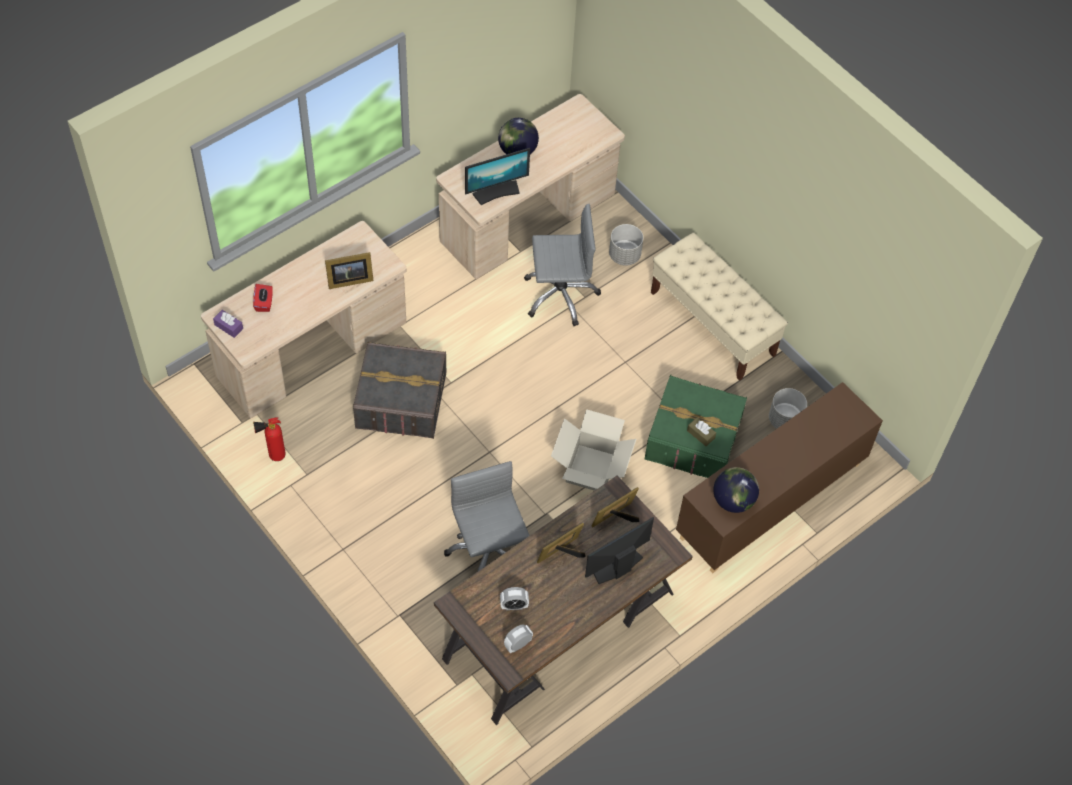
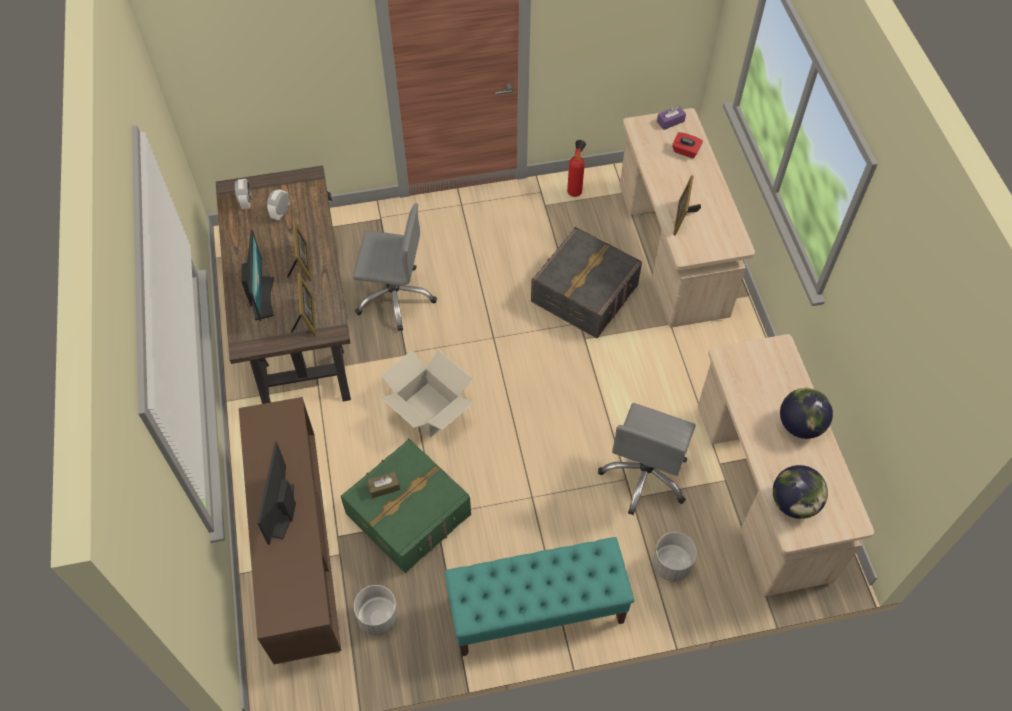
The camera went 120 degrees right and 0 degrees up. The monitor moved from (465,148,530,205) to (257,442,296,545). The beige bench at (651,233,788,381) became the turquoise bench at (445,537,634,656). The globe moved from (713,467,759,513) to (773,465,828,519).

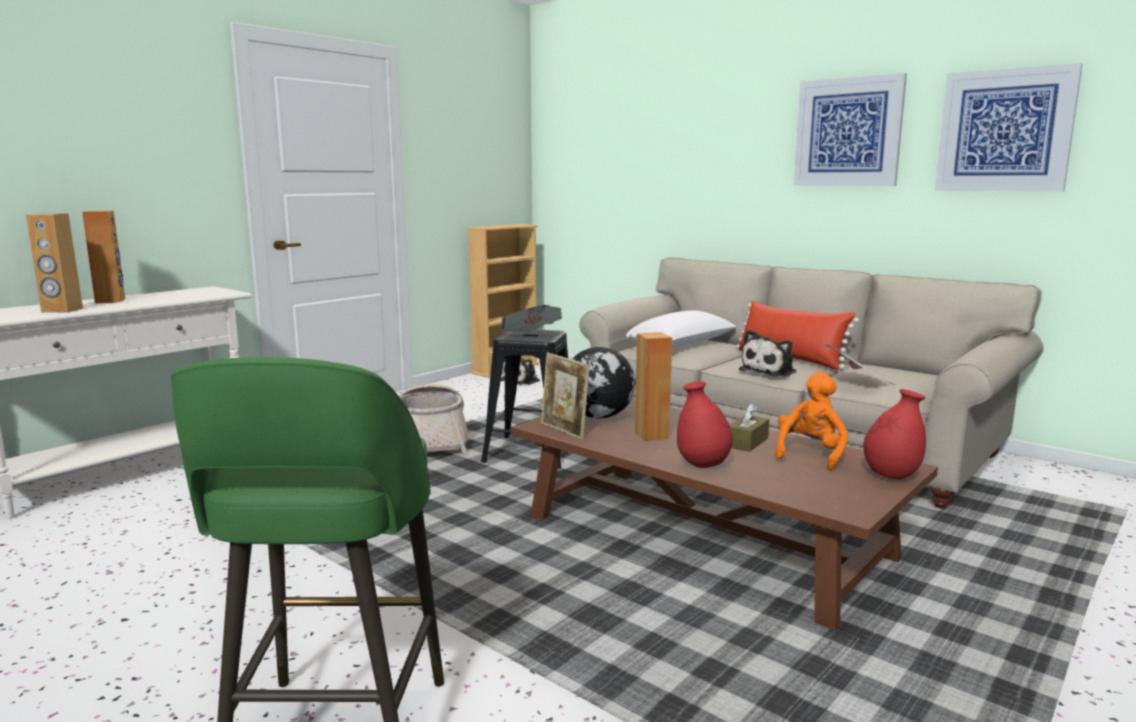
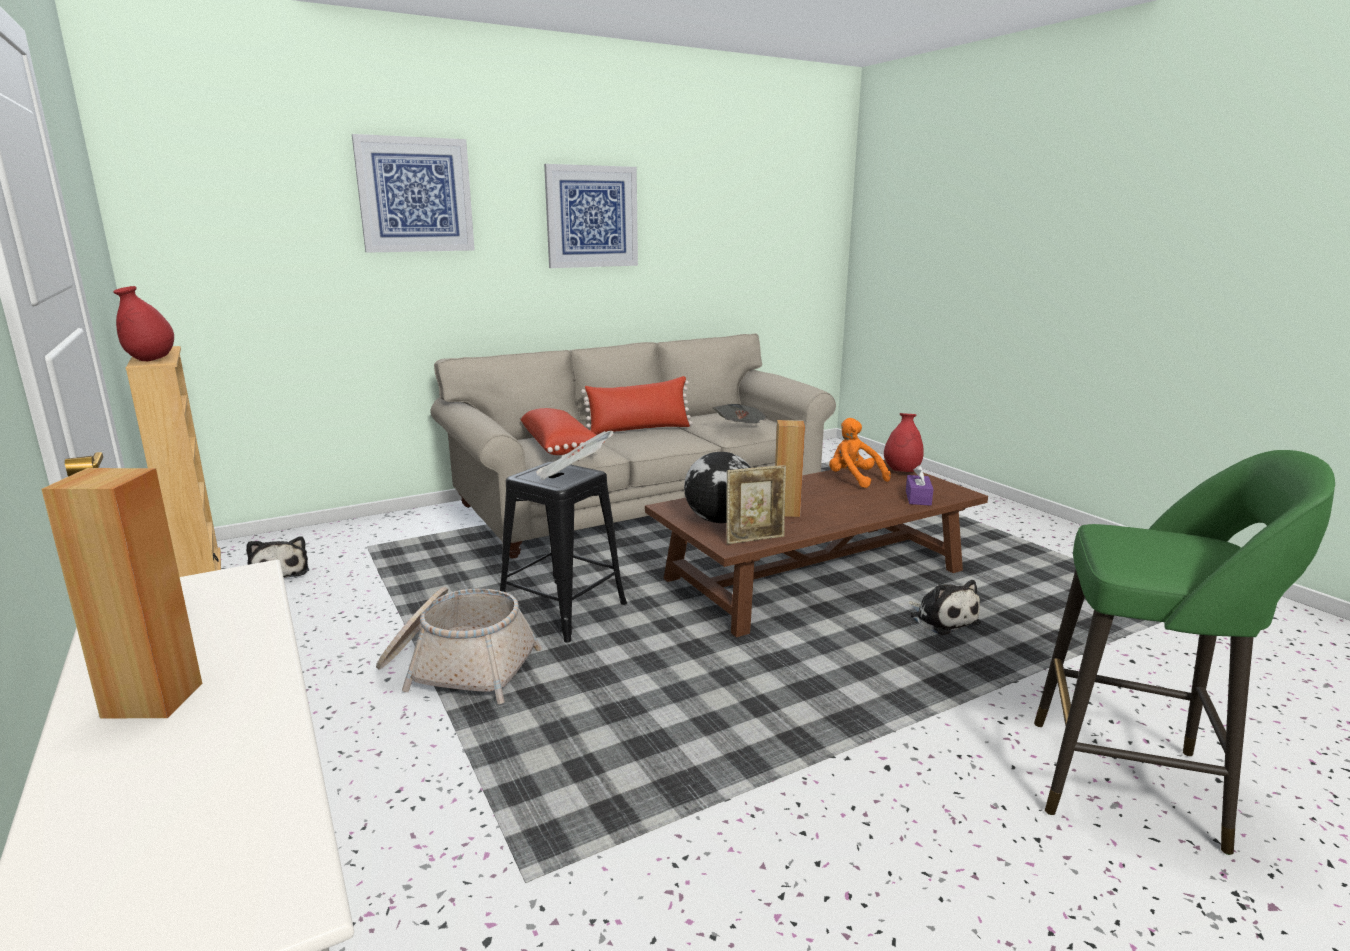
The camera went 70 degrees left and 5 degrees up. The brown speaker at (26,213,83,313) disappeared. The white pillow at (626,311,736,348) became the red pillow at (520,408,604,455). The red vase moved from (677,381,733,468) to (113,286,174,361). The brown tissue box at (730,403,769,452) disappeared. The plush toy moved from (739,330,796,377) to (909,580,981,635). The picture moved from (935,63,1083,192) to (352,134,475,253). The purple tissue box at (906,465,933,506) appeared.

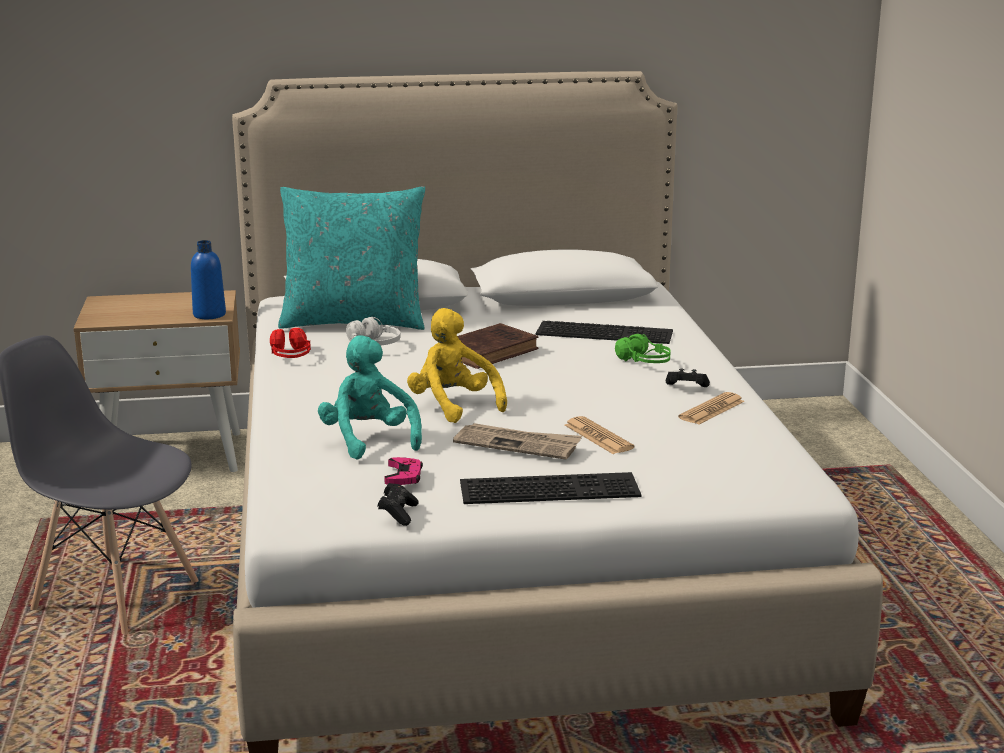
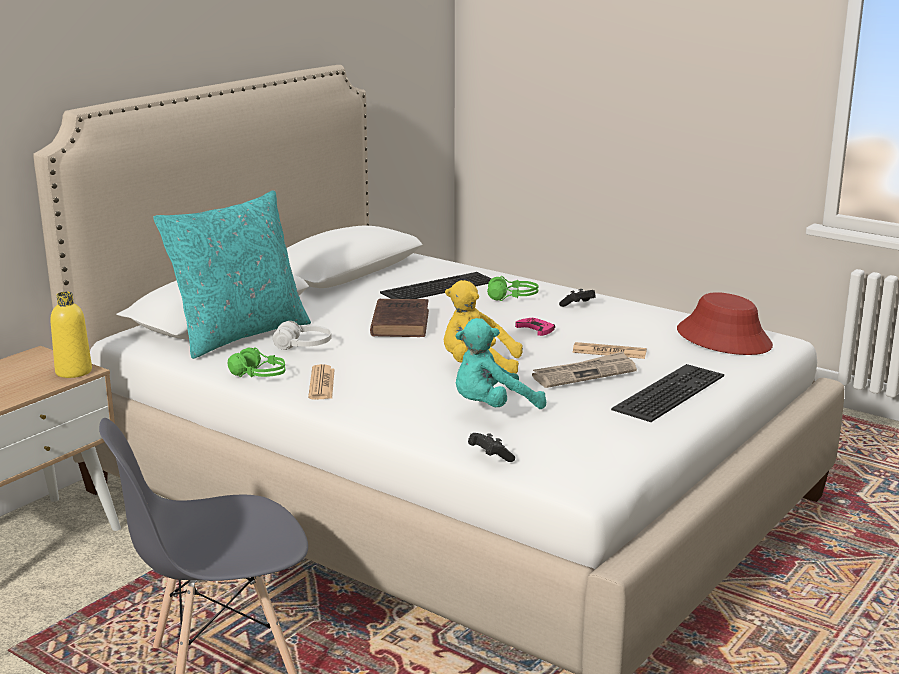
The camera went 45 degrees left and 0 degrees up. The blue bottle at (191,240,226,319) became the yellow bottle at (51,292,92,378). The red headphones at (270,328,311,358) became the green headphones at (228,347,285,377). The turquoise plush toy at (318,335,422,460) turned 45 degrees counterclockwise. The black game controller moved from (378,483,419,526) to (468,433,515,462). The pink game controller moved from (384,457,423,485) to (515,318,555,336). The newspaper moved from (678,392,745,425) to (308,364,335,400). The red hat at (677,292,773,355) appeared.

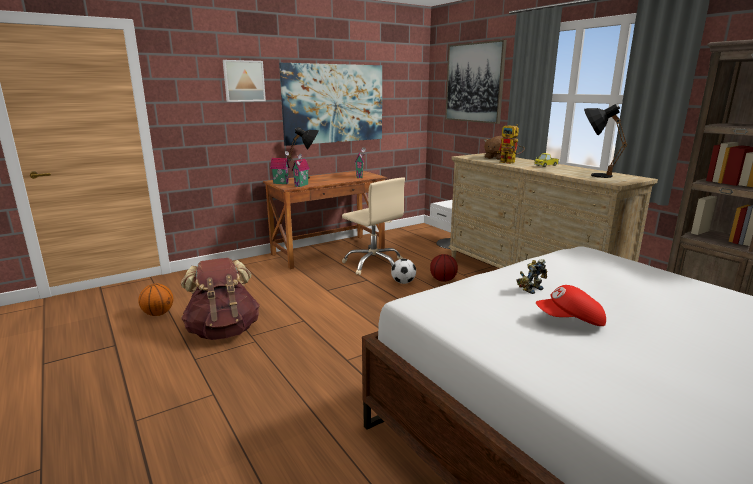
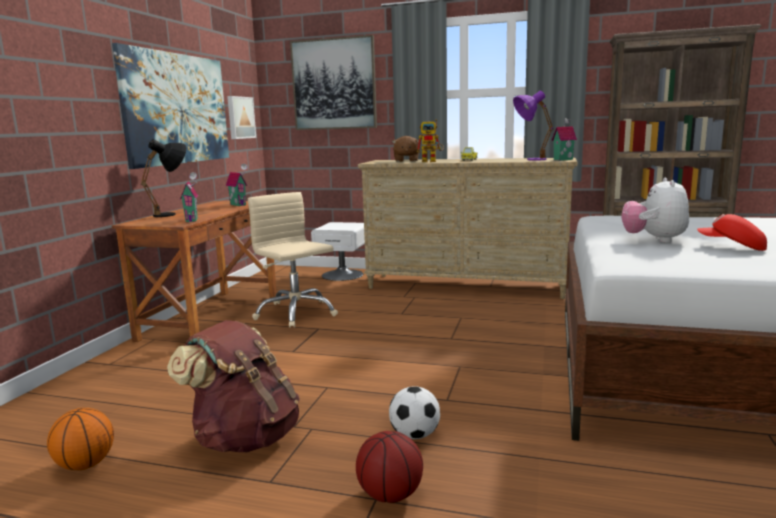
The camera went 40 degrees left and 5 degrees down. The picture moved from (223,60,266,102) to (227,96,256,139). The toy house moved from (270,151,290,184) to (551,118,577,161). The beige office chair at (342,177,405,275) turned 135 degrees counterclockwise. The football moved from (391,259,416,284) to (389,386,440,439). The basketball moved from (430,254,458,282) to (356,431,423,503). The toy robot at (516,259,547,294) was replaced by the plush toy at (621,178,689,243). The red cap at (536,285,606,326) turned 75 degrees clockwise. The black table lamp at (584,104,627,178) became the purple table lamp at (513,91,554,161).

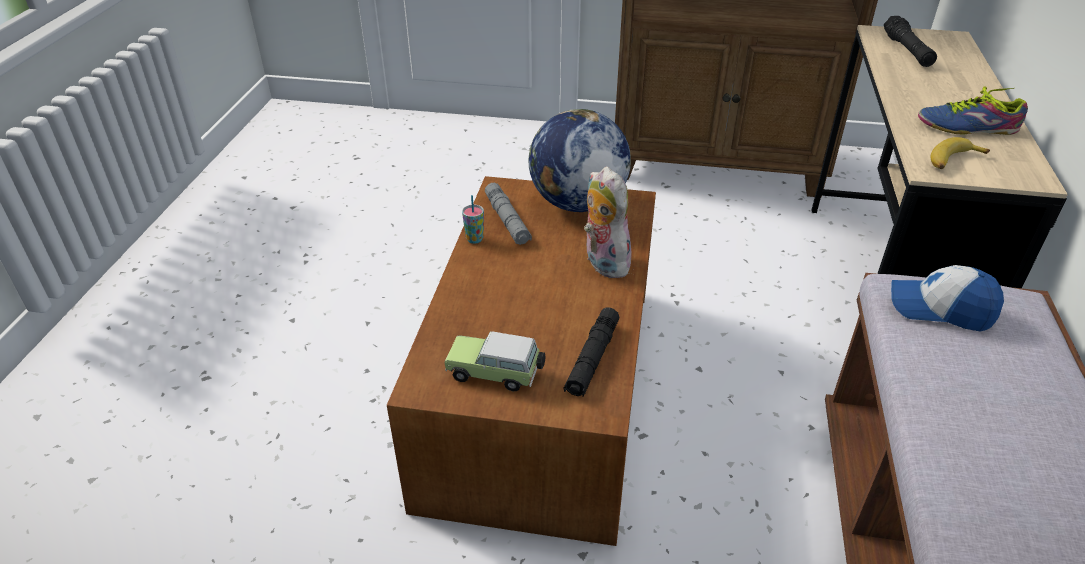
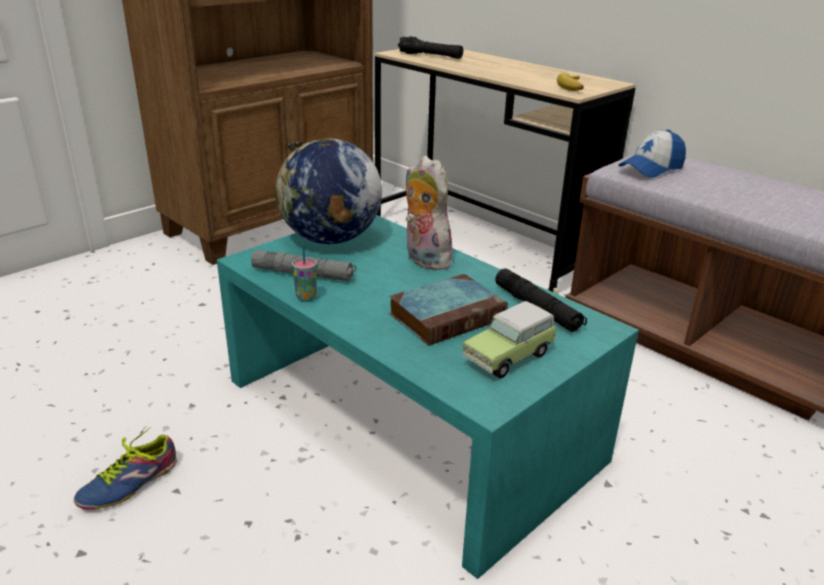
The camera went 55 degrees left and 10 degrees down. The brown coffee table at (387,176,656,546) became the turquoise coffee table at (217,215,639,579). The plush toy at (584,166,634,278) turned 45 degrees clockwise. The shoe moved from (918,86,1028,135) to (74,427,177,510). The book at (389,274,508,346) appeared.

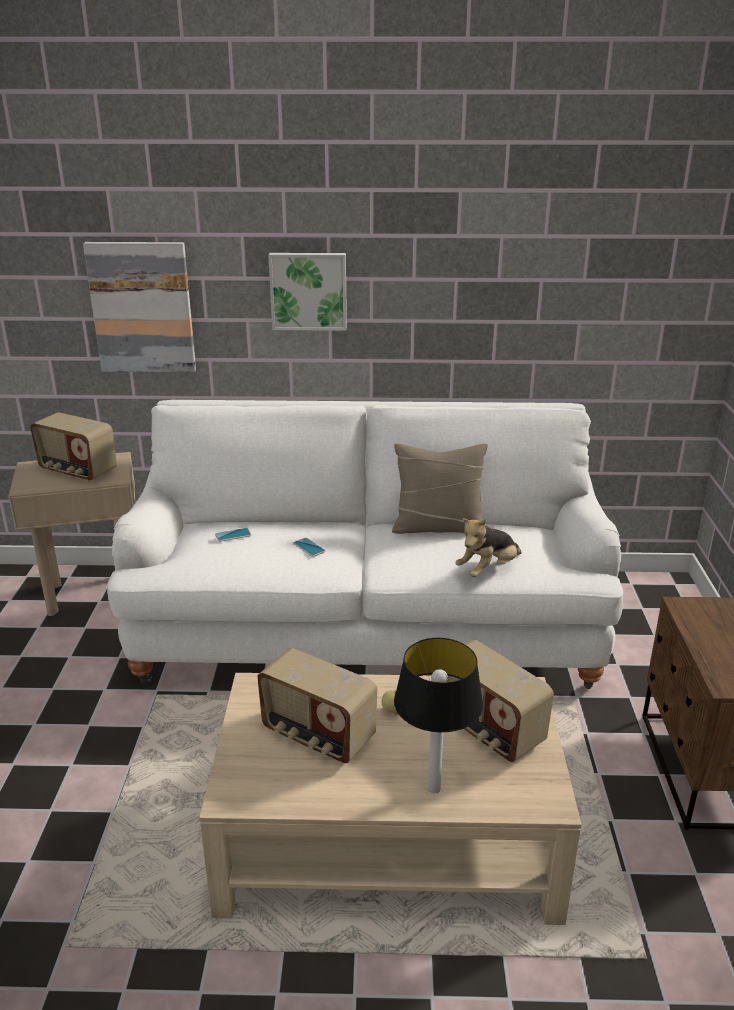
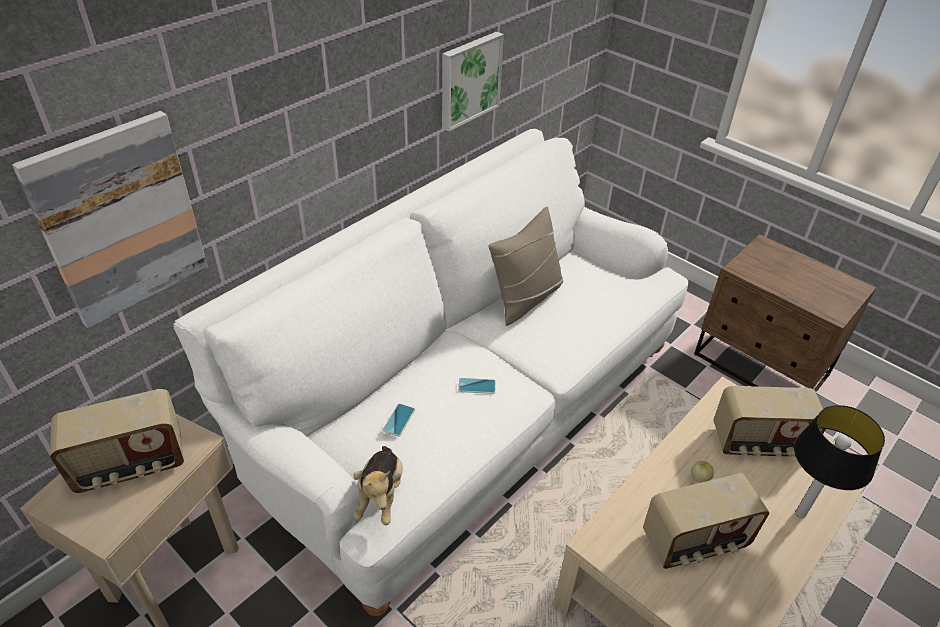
The camera went 50 degrees left and 15 degrees up. The picture moved from (268,253,347,331) to (442,32,504,131). The plush toy moved from (455,518,522,577) to (353,446,403,525).

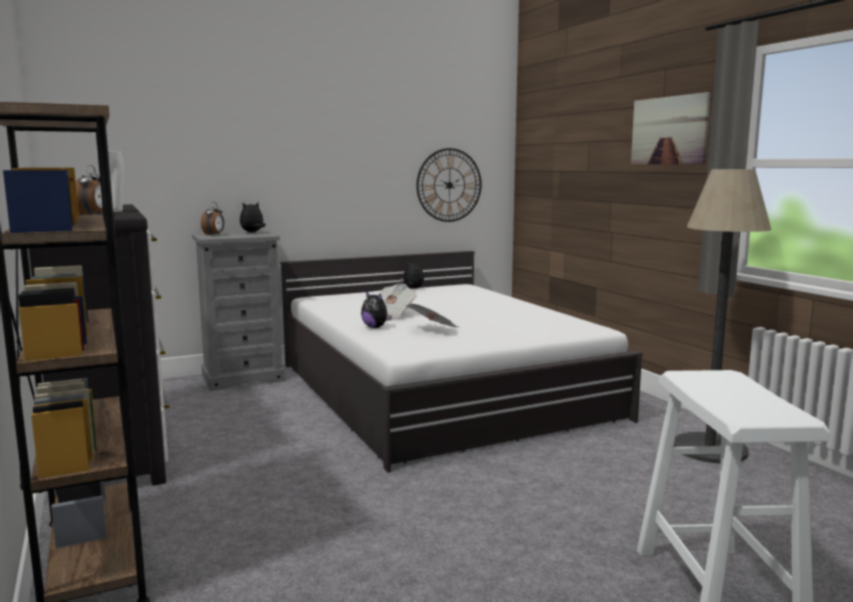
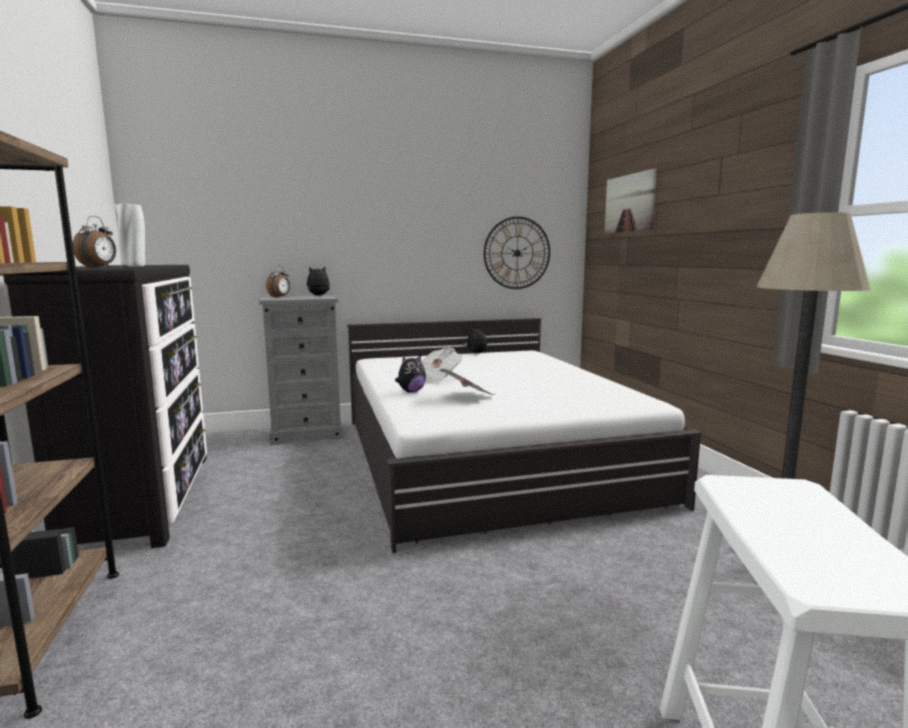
The camera went 10 degrees right and 0 degrees up. The plush toy at (361,291,392,328) turned 90 degrees counterclockwise. The picture moved from (631,92,711,164) to (604,168,657,233).

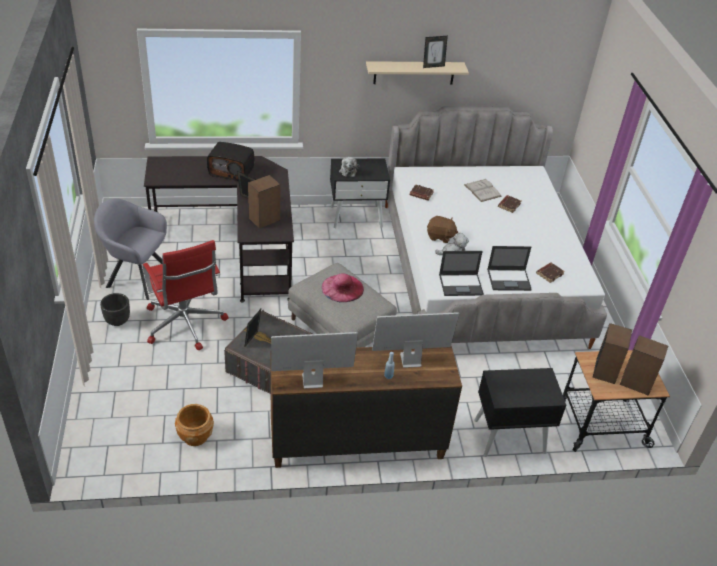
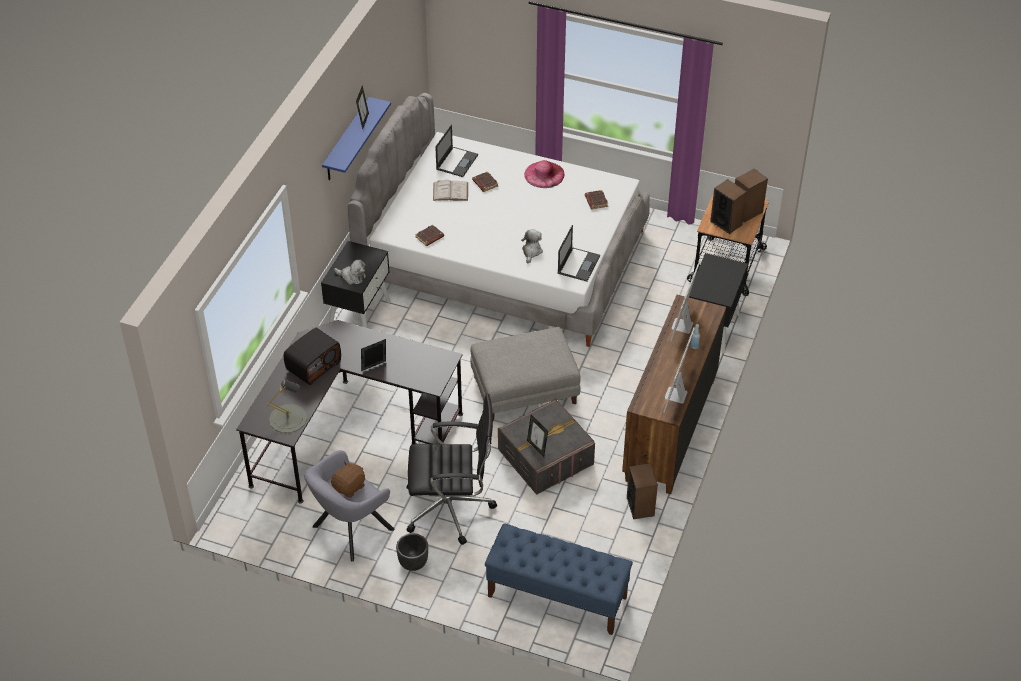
The camera went 60 degrees left and 5 degrees up. The red office chair at (142,240,229,350) became the black office chair at (406,394,497,545). The brown planter at (175,404,214,446) disappeared. The speaker moved from (248,175,280,228) to (627,463,658,519). The pink hat moved from (322,273,364,302) to (524,160,565,188). The beige shelf at (366,61,469,85) became the blue shelf at (322,97,391,180). The brown plush toy moved from (427,216,458,243) to (331,461,365,498). The laptop moved from (487,246,532,291) to (435,124,478,177). The grey table lamp at (267,379,307,433) appeared. The blue bench at (485,523,633,635) appeared.

